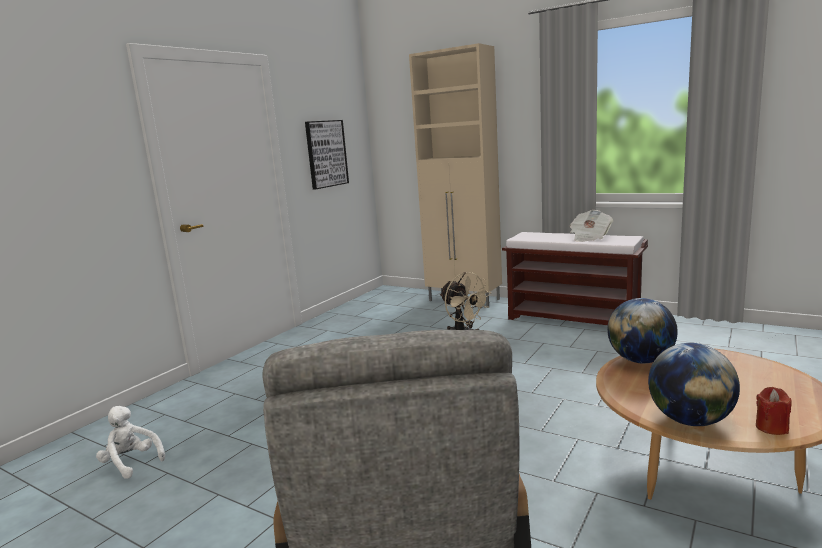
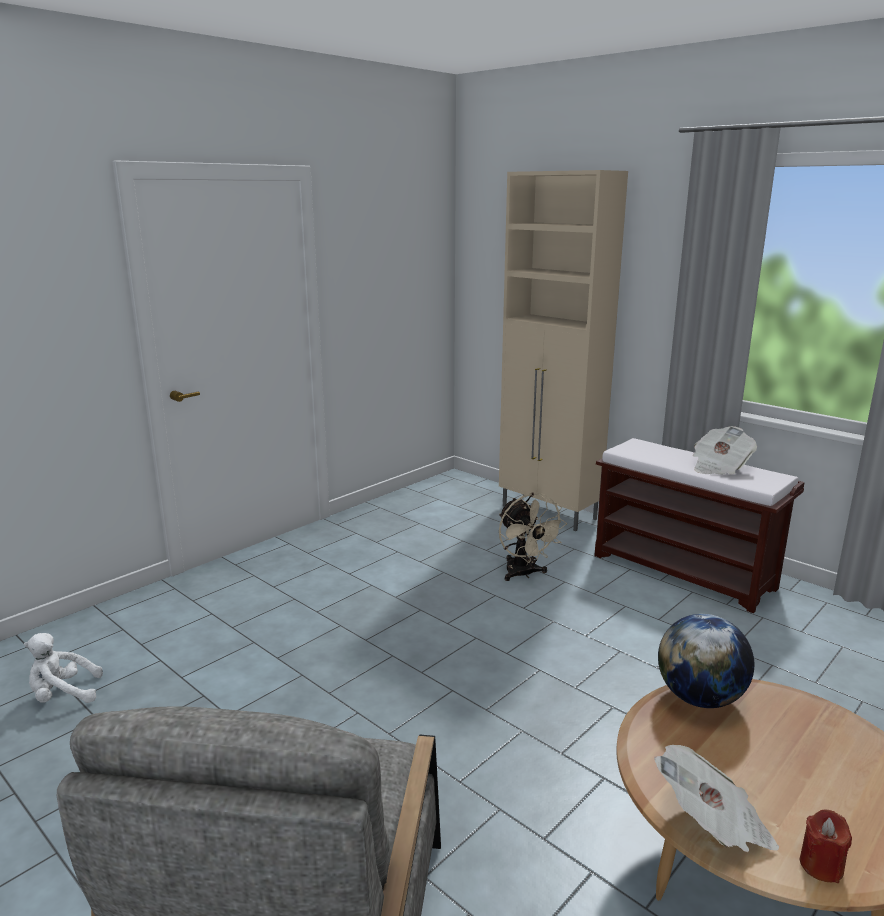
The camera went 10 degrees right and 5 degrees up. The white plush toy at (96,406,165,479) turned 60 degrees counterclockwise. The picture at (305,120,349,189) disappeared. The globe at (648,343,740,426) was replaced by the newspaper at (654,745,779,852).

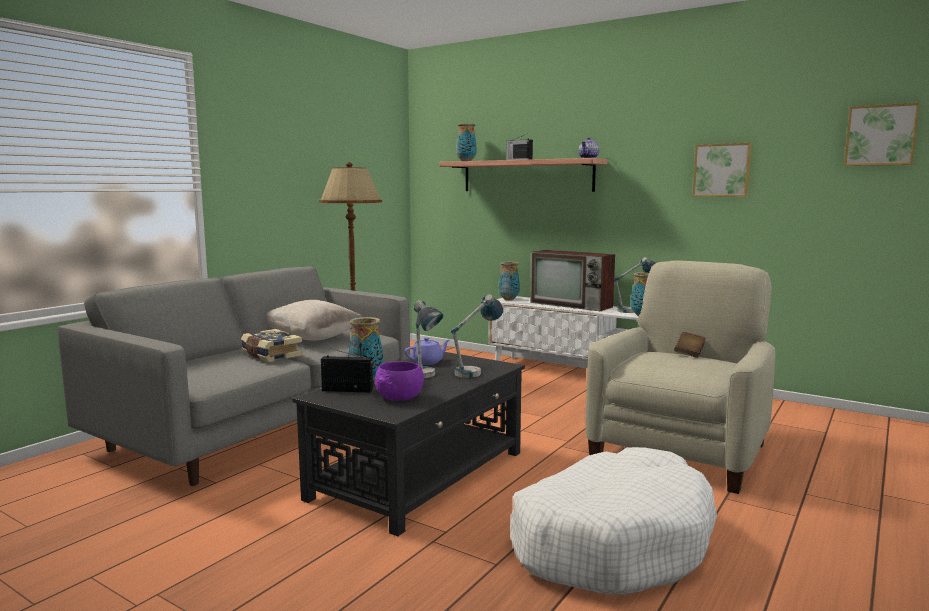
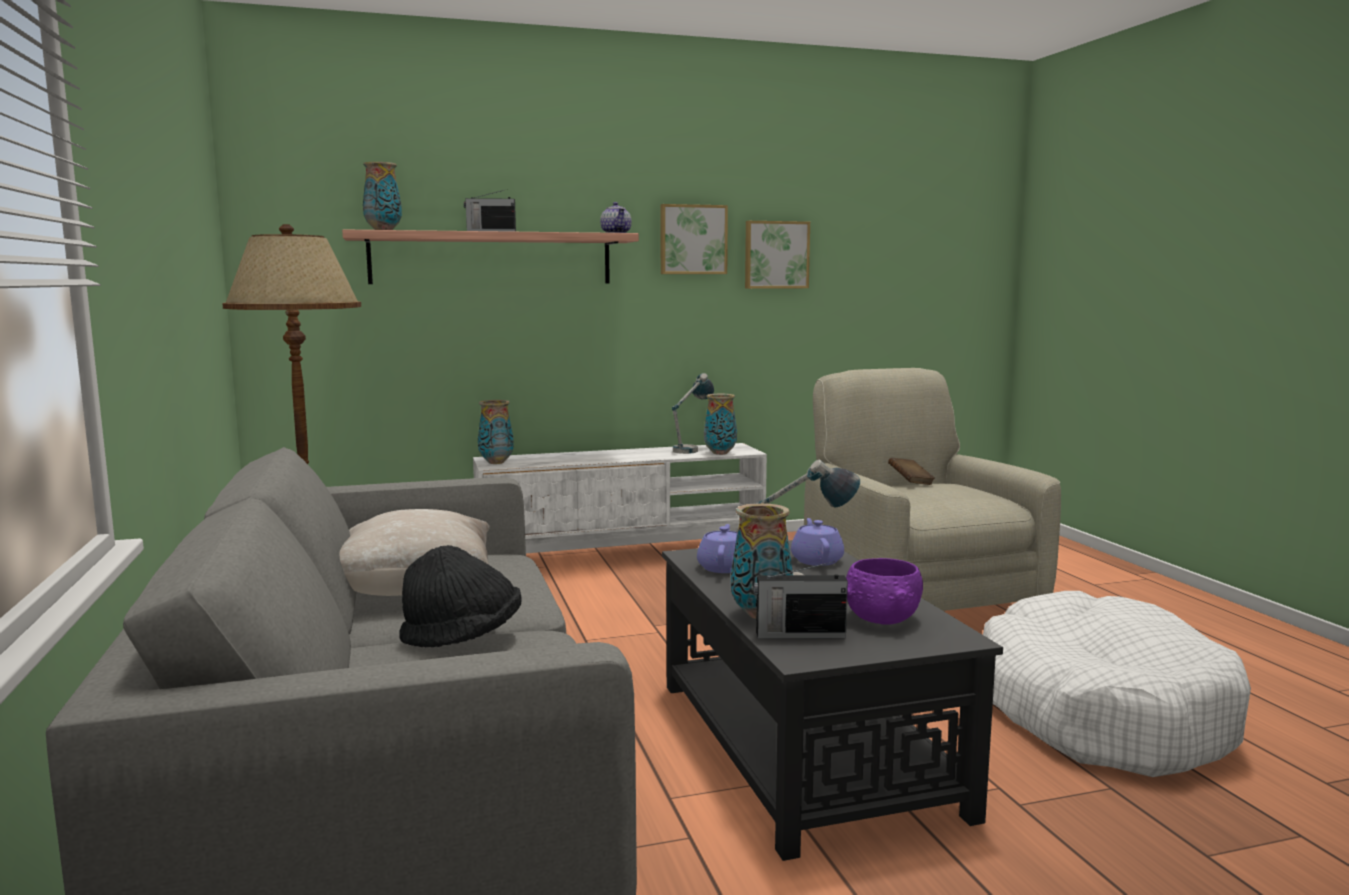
The camera went 50 degrees left and 0 degrees up. The book at (241,329,303,362) was replaced by the black hat at (400,545,522,647). The radio at (321,348,374,392) turned 135 degrees counterclockwise. The table lamp at (451,294,503,378) was replaced by the purple teapot at (791,518,844,566). The television at (530,250,615,311) disappeared. The picture moved from (844,102,920,166) to (660,204,728,274).

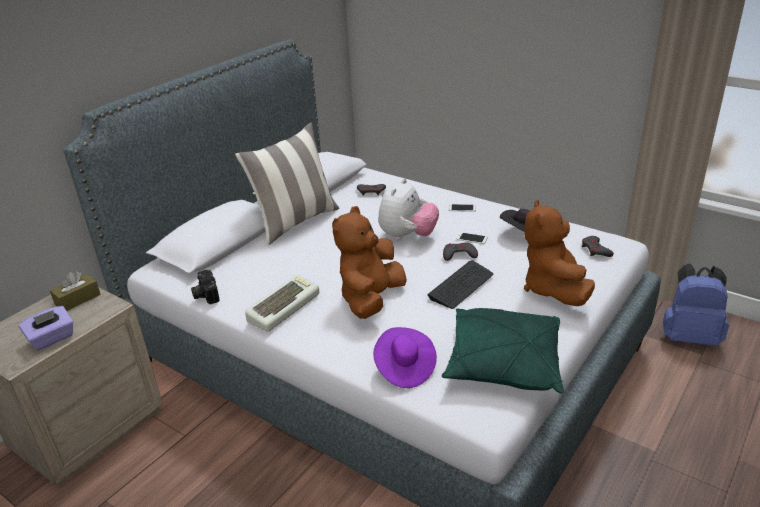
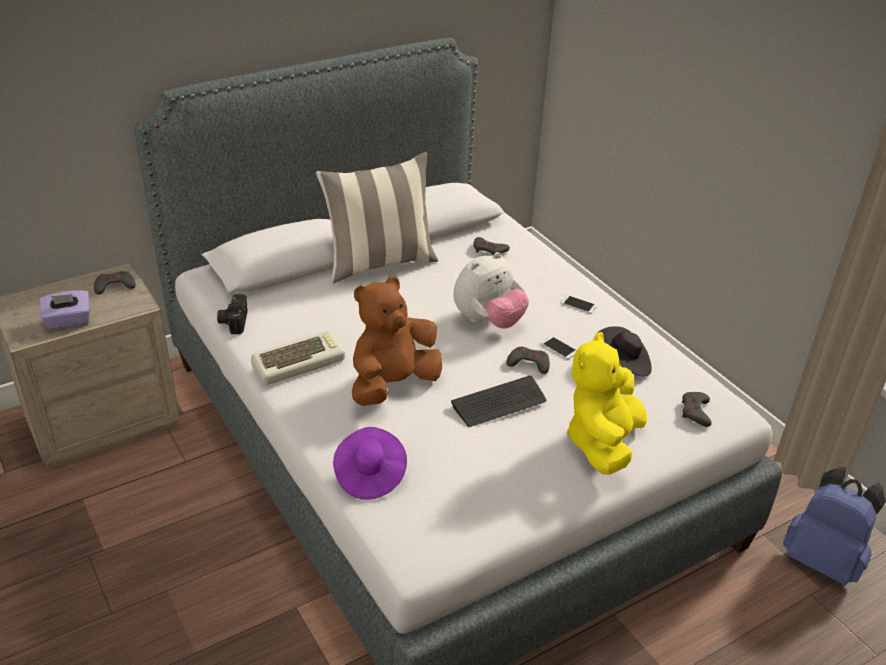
The camera went 20 degrees right and 5 degrees up. The brown tissue box at (50,271,101,311) was replaced by the grey game controller at (94,271,136,295). The green pillow at (442,308,564,394) disappeared. The brown plush toy at (524,199,595,306) became the yellow plush toy at (566,332,647,475).

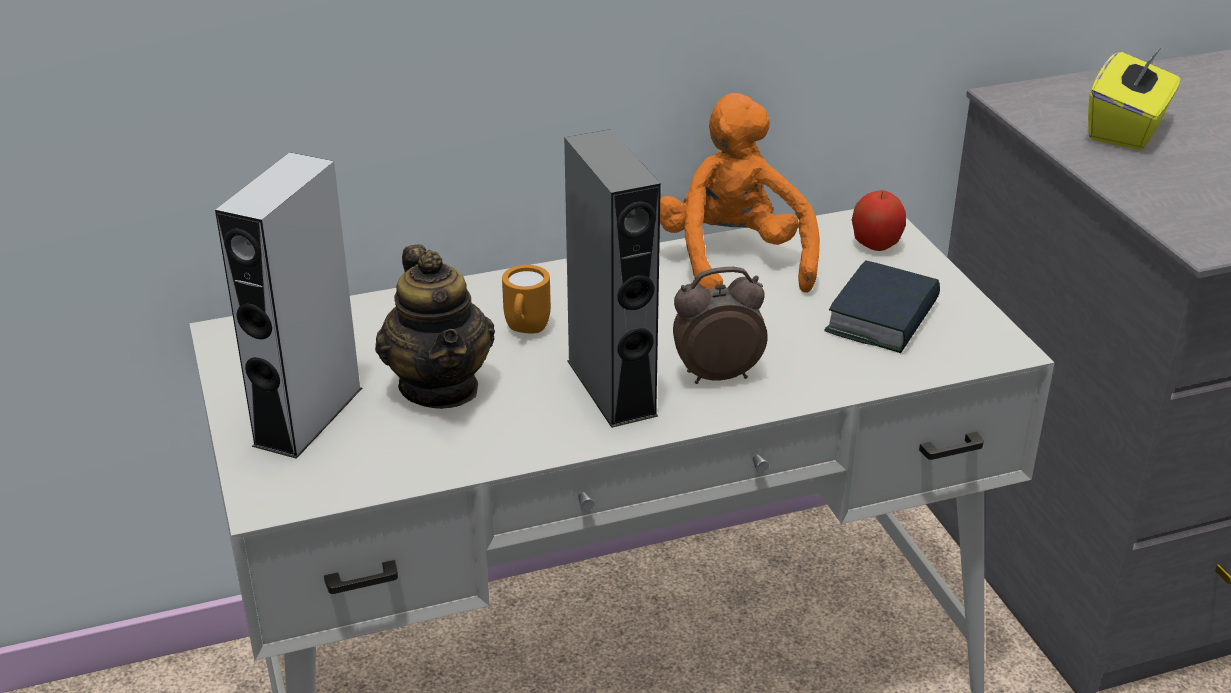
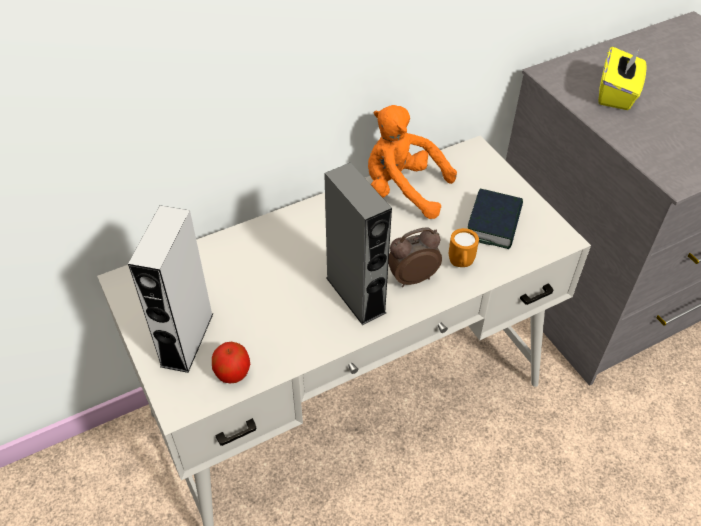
The camera went 10 degrees left and 15 degrees up. The teapot at (375,245,495,409) disappeared. The orange mug moved from (502,265,551,333) to (449,228,479,267). The orange plush toy at (660,93,820,293) turned 45 degrees counterclockwise. The apple moved from (852,190,906,251) to (212,342,250,383).

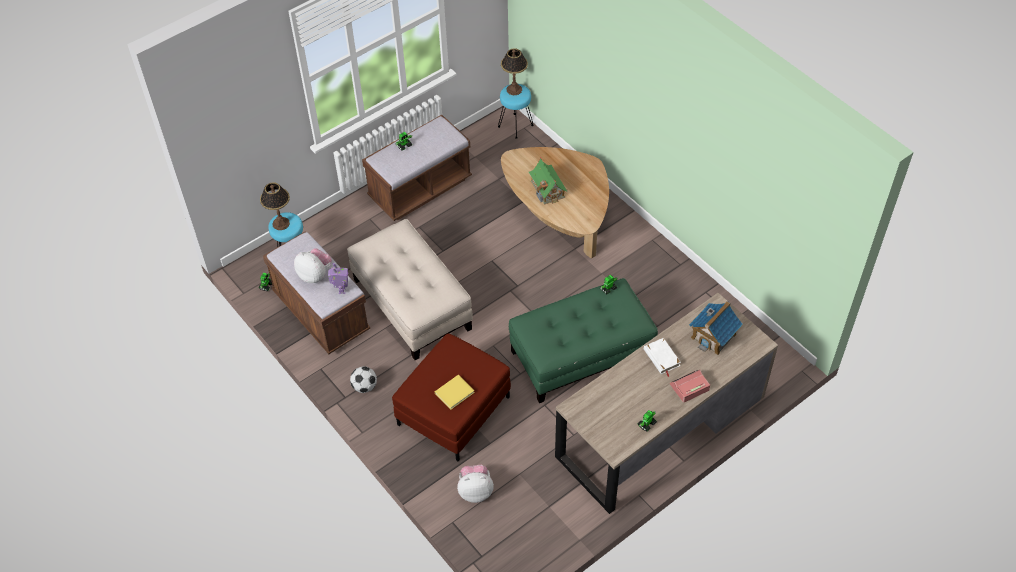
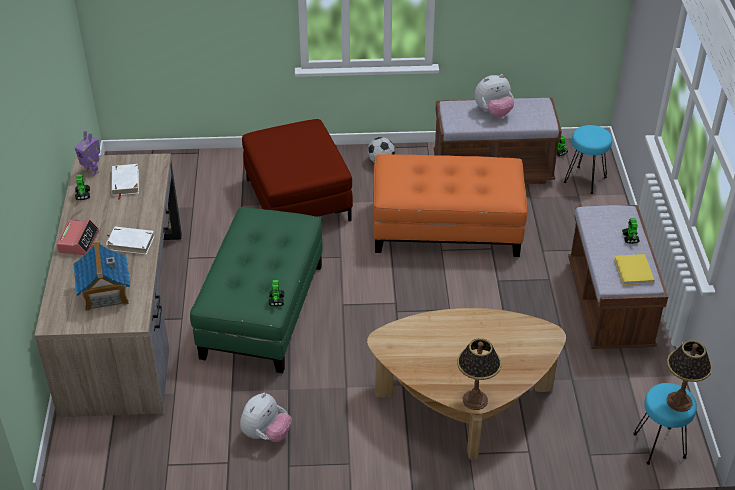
The camera went 125 degrees right and 10 degrees down. The table lamp moved from (260,182,290,230) to (457,338,501,410). The toy robot moved from (328,263,348,294) to (75,130,100,176). The beige ottoman at (347,219,473,360) became the orange ottoman at (373,154,527,257). The yellow book moved from (435,375,475,410) to (614,254,654,285). The plush toy moved from (457,465,494,503) to (240,393,292,442). The toy house at (528,157,567,204) disappeared. The white book at (111,164,139,200) appeared.

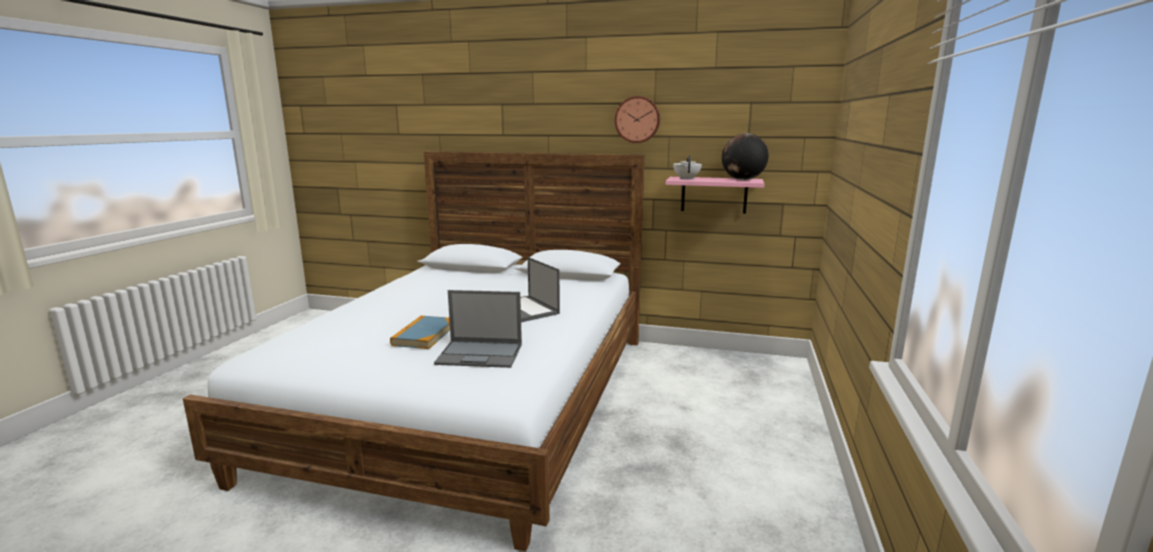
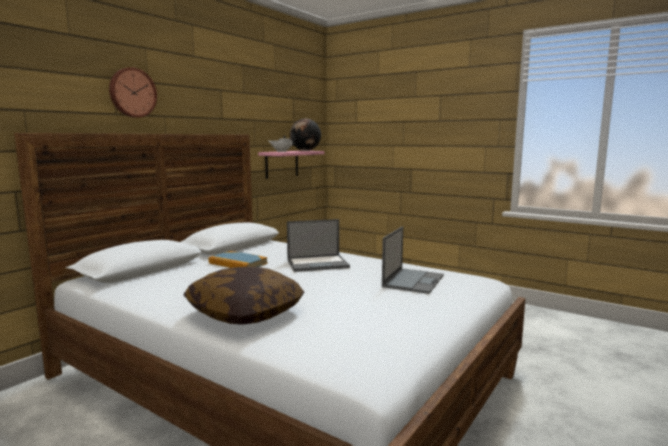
The camera went 70 degrees left and 5 degrees down. The book moved from (390,316,450,349) to (209,251,268,268). The wall clock moved from (615,96,660,143) to (109,67,157,118). The pillow at (183,267,304,325) appeared.

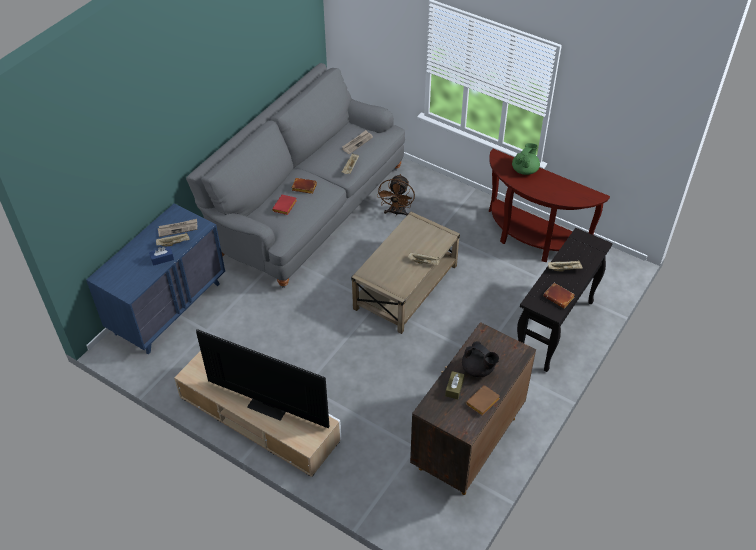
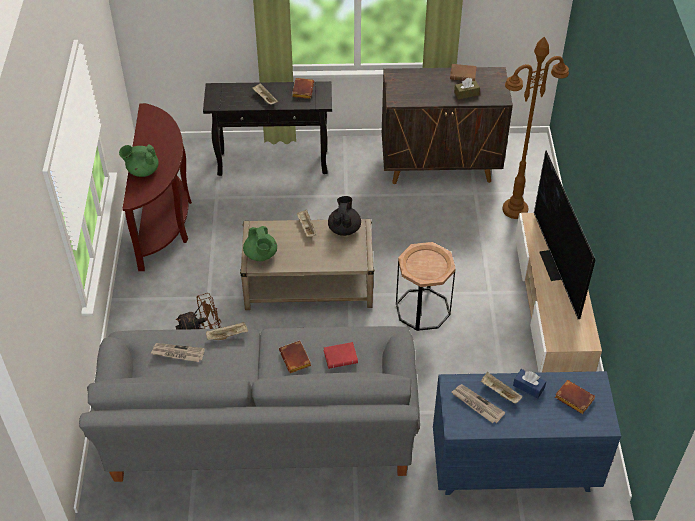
The camera went 125 degrees left and 0 degrees up. The black teapot moved from (462,341,499,377) to (328,196,361,236). The green teapot at (243,226,277,261) appeared. The brown side table at (396,242,456,331) appeared. The brown floor lamp at (503,37,569,219) appeared. The brown book at (555,380,595,414) appeared.

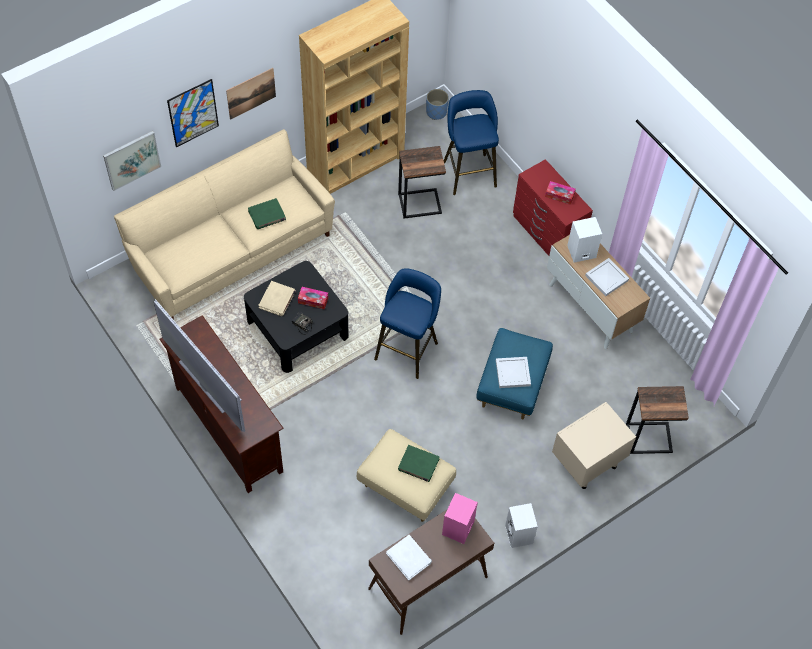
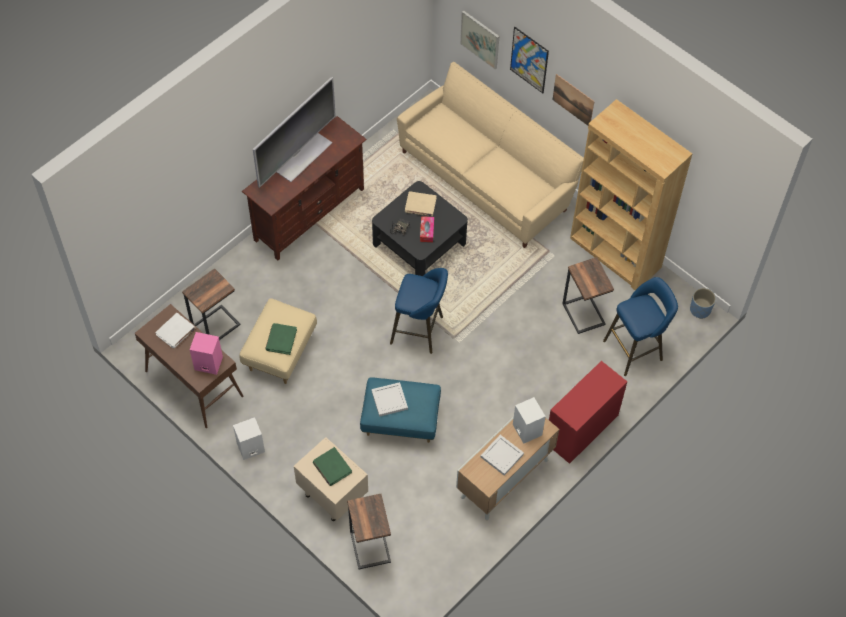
The camera went 80 degrees right and 0 degrees up. The green book moved from (248,198,286,229) to (313,447,352,486). The tissue box at (545,181,576,205) disappeared. The side table at (182,268,240,340) appeared.

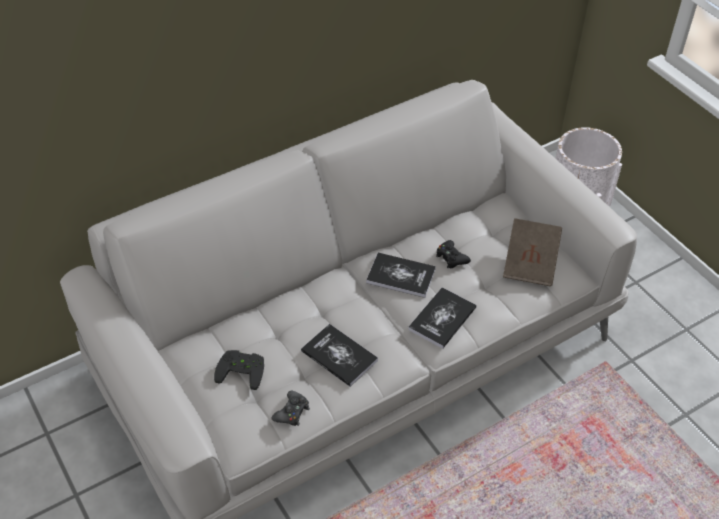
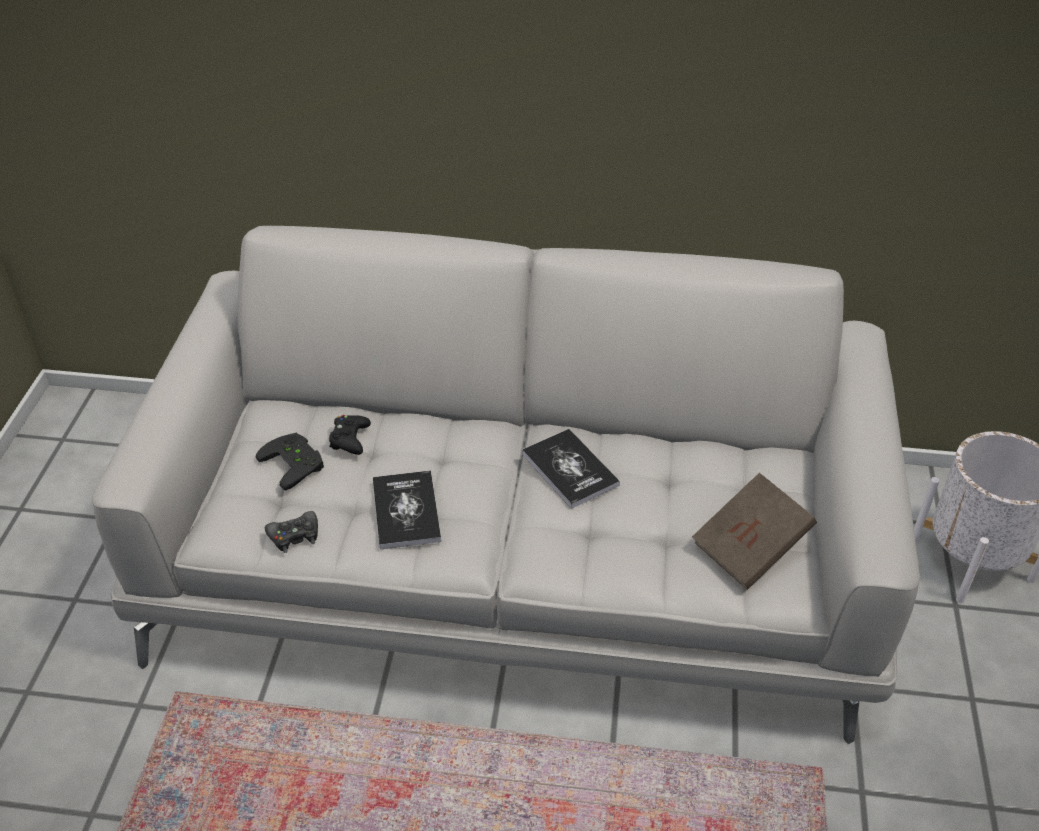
The camera went 40 degrees right and 5 degrees down. The book at (408,287,476,349) disappeared. The black game controller moved from (436,240,471,268) to (329,415,371,455).

